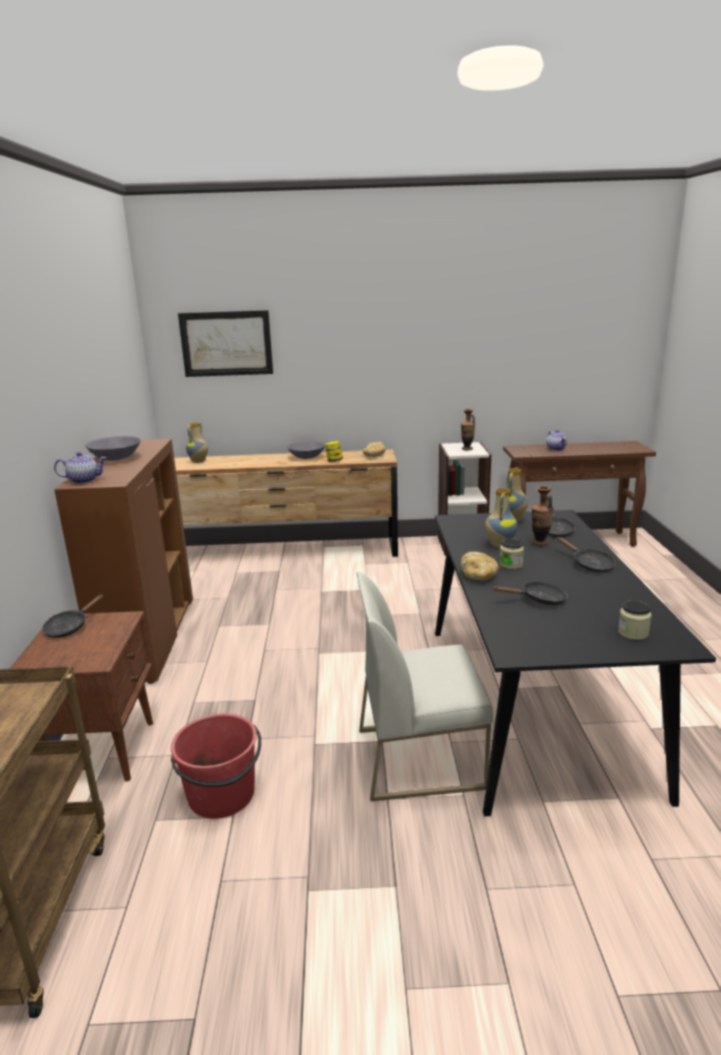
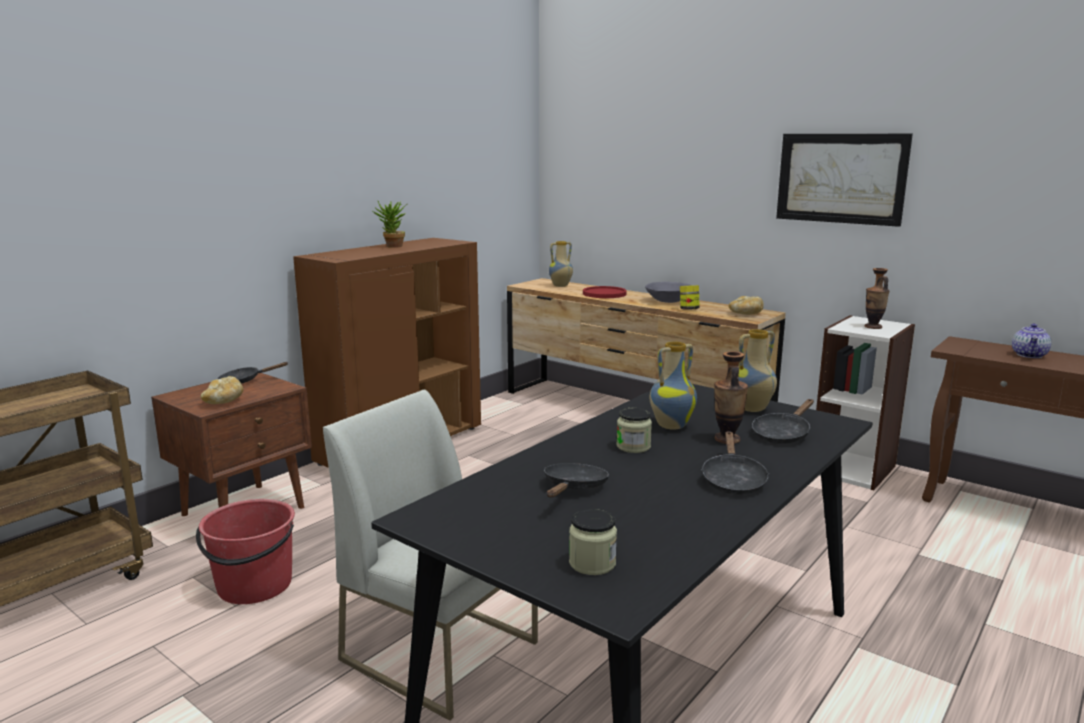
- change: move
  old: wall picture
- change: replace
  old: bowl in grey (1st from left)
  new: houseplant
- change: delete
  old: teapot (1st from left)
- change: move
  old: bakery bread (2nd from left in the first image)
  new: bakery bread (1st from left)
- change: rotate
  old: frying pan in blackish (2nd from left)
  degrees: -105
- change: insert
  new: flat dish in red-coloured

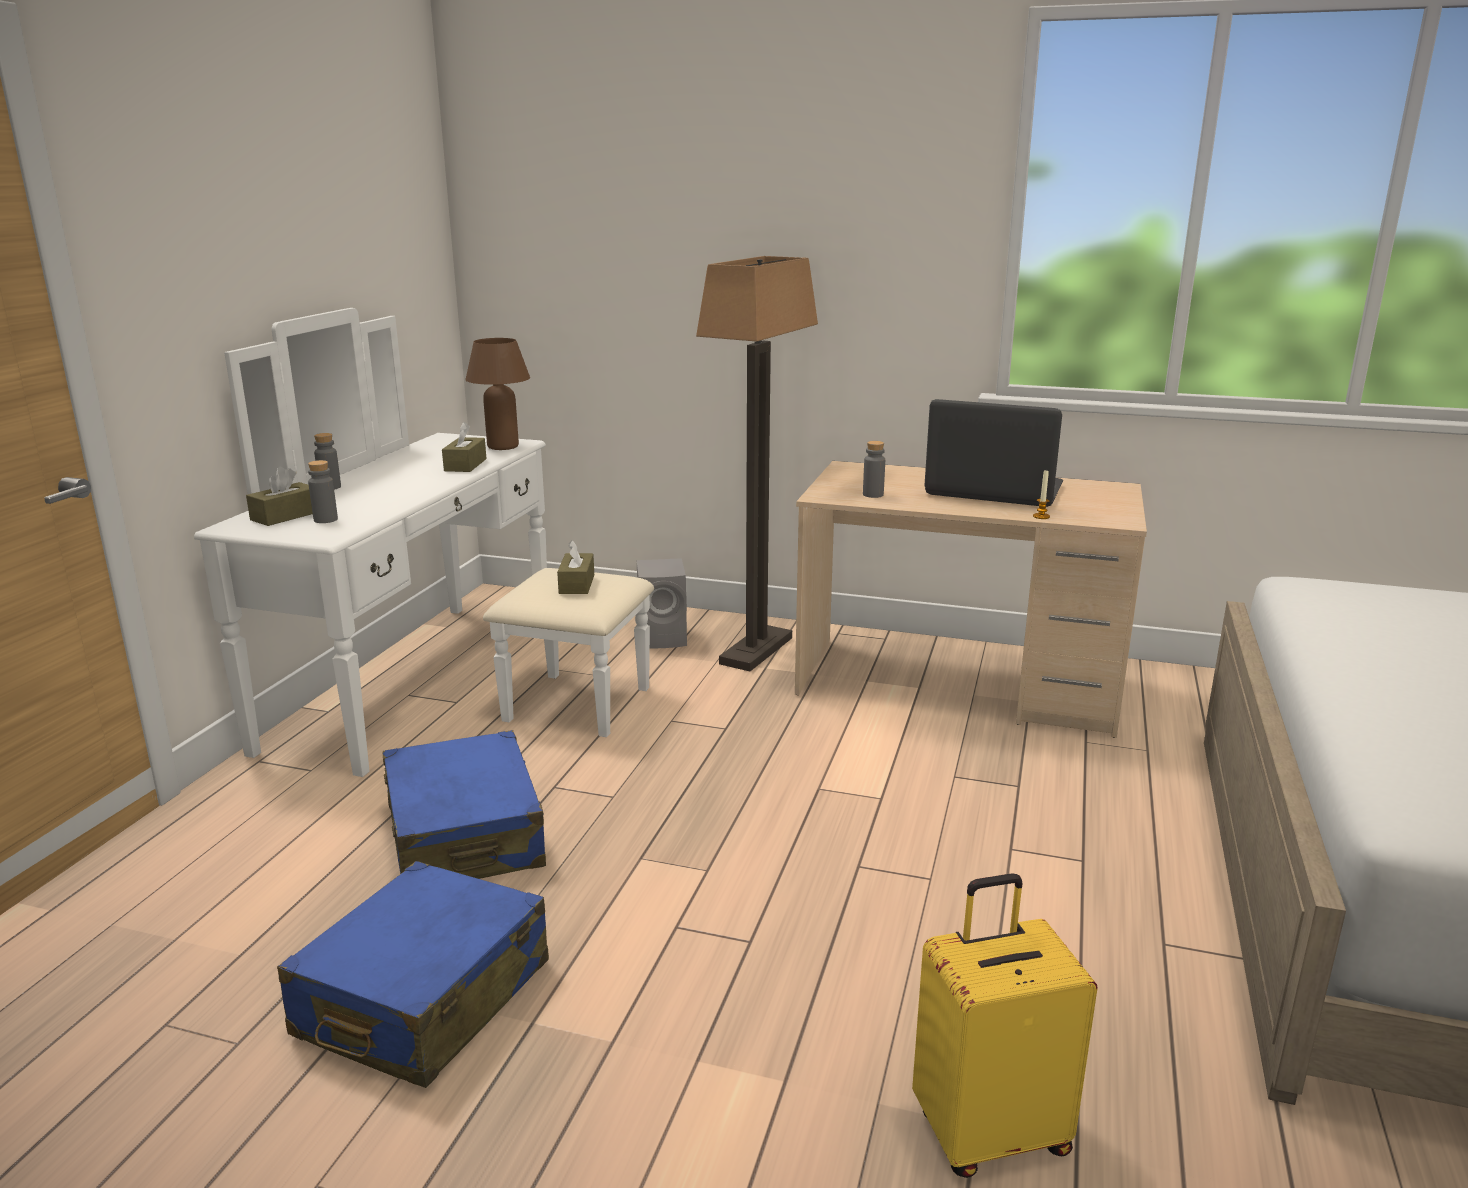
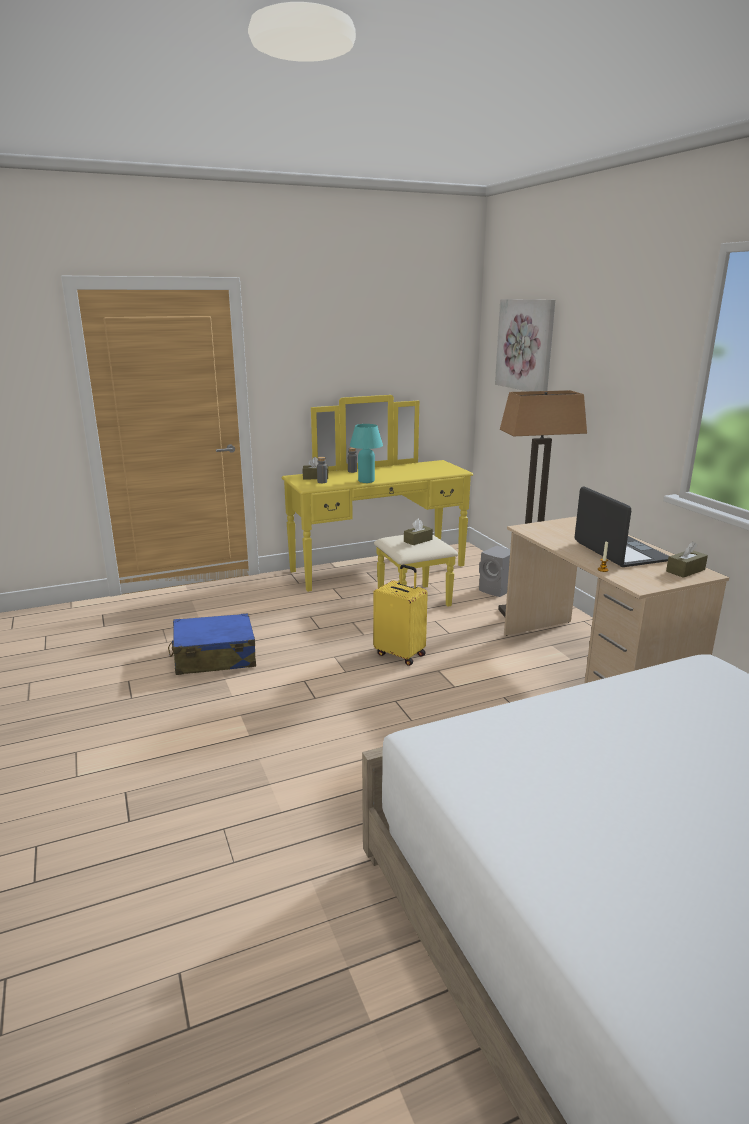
- change: recolor
  old: dresser in white
  new: dresser in yellow-coloured
- change: delete
  old: tabletop lamp in brown
- change: move
  old: tissue box in brown (2nd from left in the first image)
  new: tissue box in brown (3rd from left)
- change: delete
  old: bottle in grey (3rd from left)
- change: delete
  old: piece of luggage in bluish (2nd from left)
- change: move
  old: piece of luggage in yellow-coloured
- change: insert
  new: wall picture
- change: insert
  new: tabletop lamp in turquoise

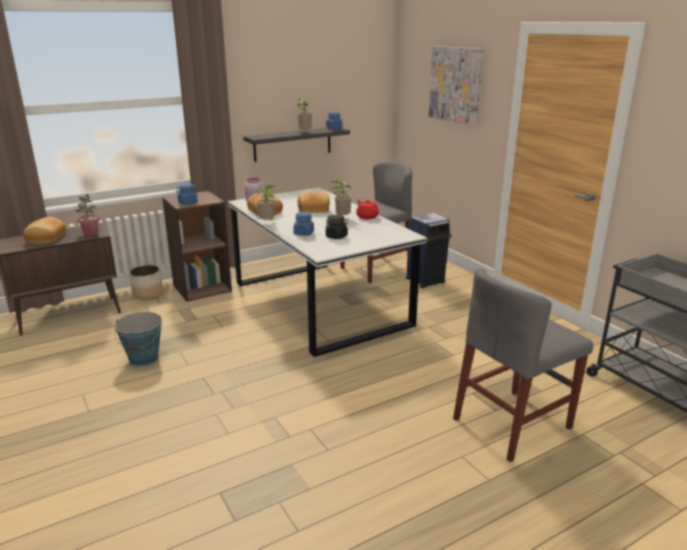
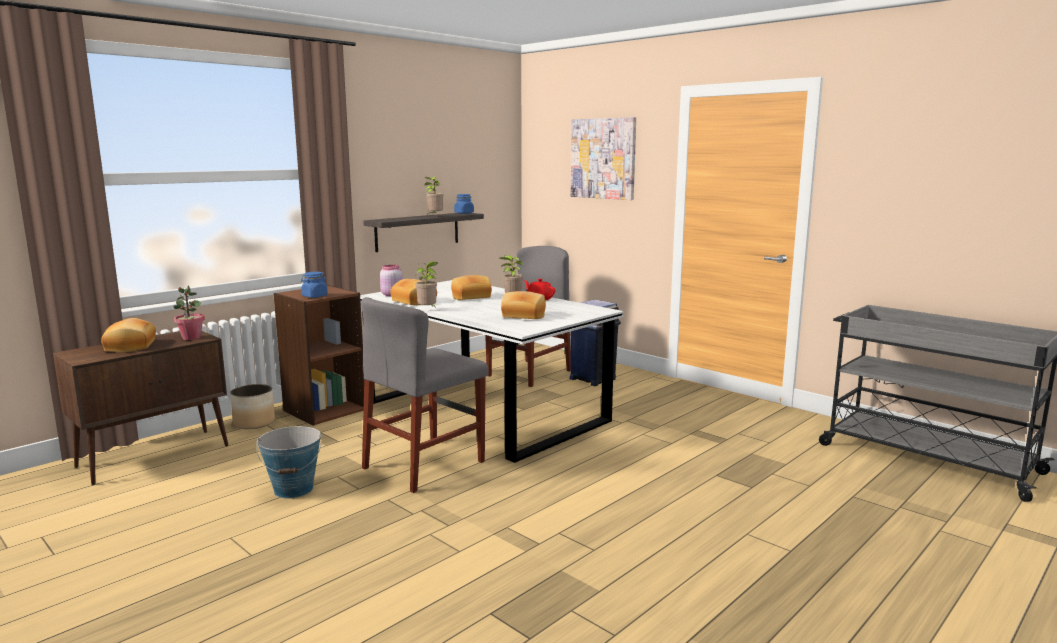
- change: delete
  old: storage jar in bluish (2nd from left)
- change: replace
  old: storage jar in blackish
  new: bakery bread (4th from left)
- change: move
  old: upright chair in grey (2nd from left in the first image)
  new: upright chair in grey (1st from left)

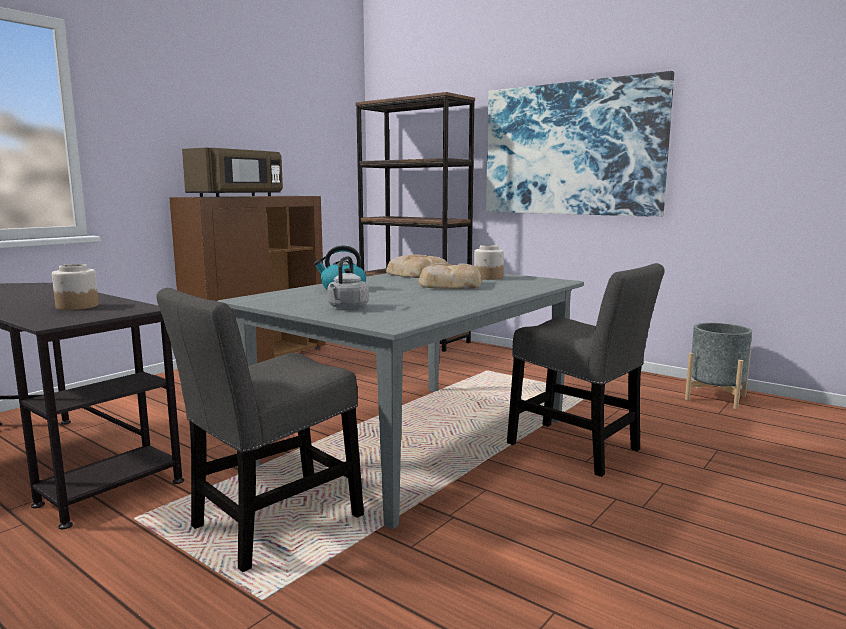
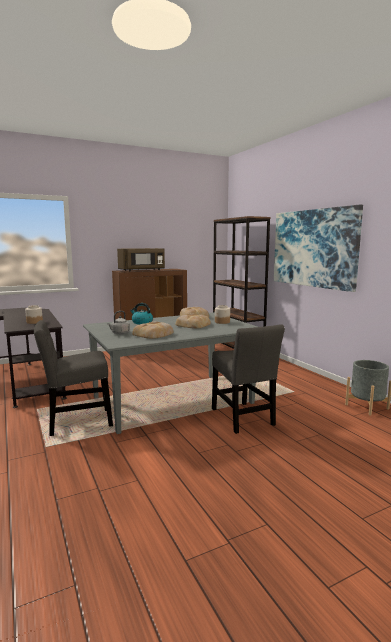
- change: insert
  new: bakery bread (1st from left)

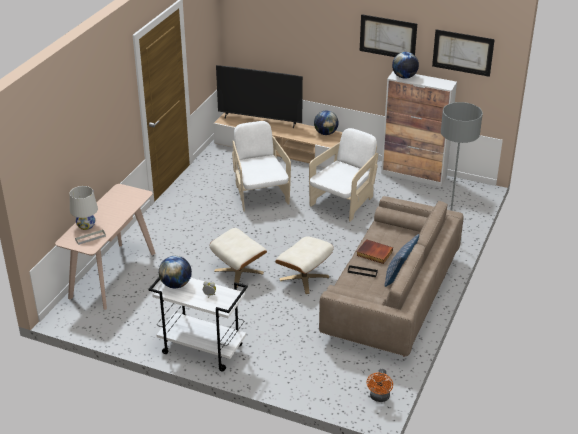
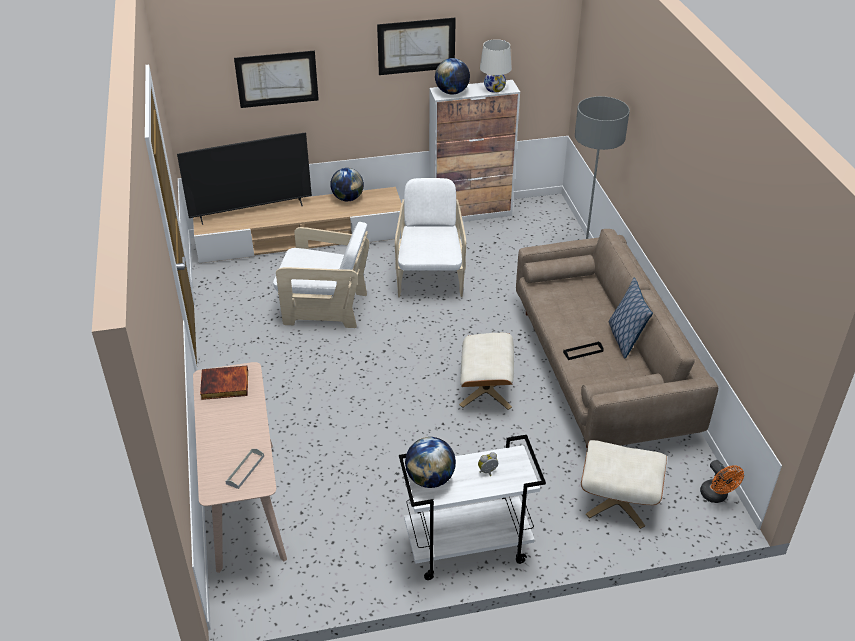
- change: move
  old: wall picture (2nd from left in the first image)
  new: wall picture (1st from left)
- change: rotate
  old: lounge chair in white (1st from left)
  degrees: 150
- change: move
  old: tabletop lamp in white
- change: move
  old: ottoman in sand-coloured (1st from left in the first image)
  new: ottoman in sand-coloured (2nd from left)
- change: move
  old: volume

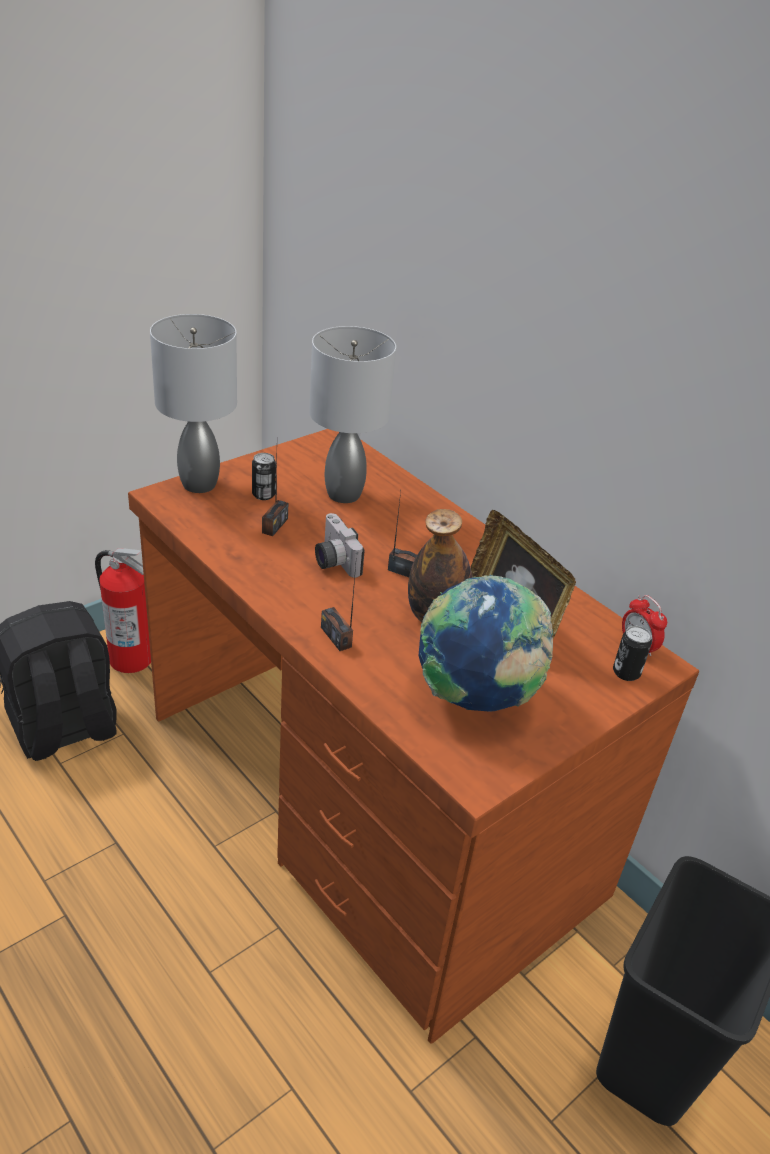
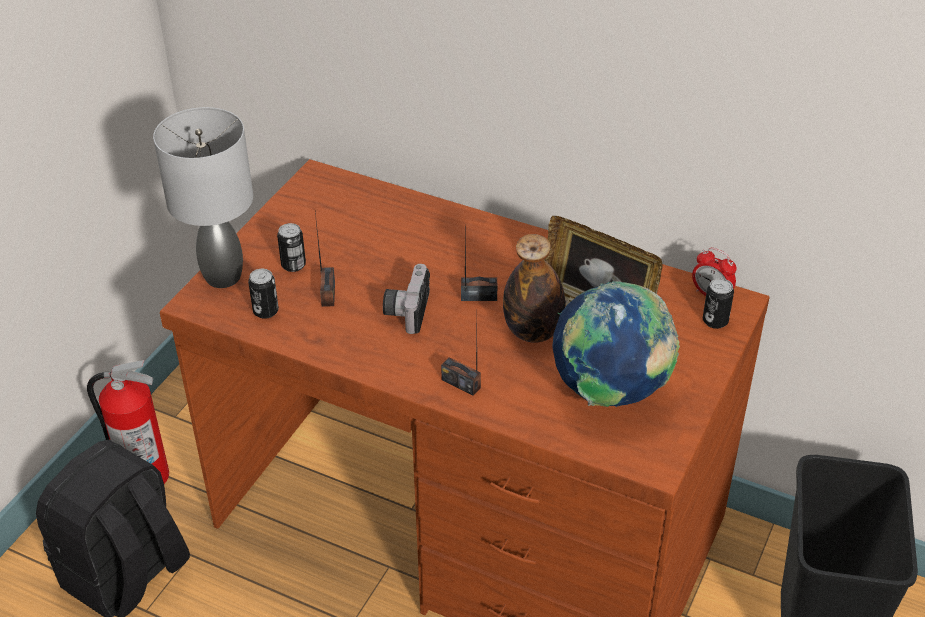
- change: delete
  old: tabletop lamp in grey (2nd from left)
- change: rotate
  old: still camera
  degrees: 60
- change: insert
  new: sealed can (1st from left)

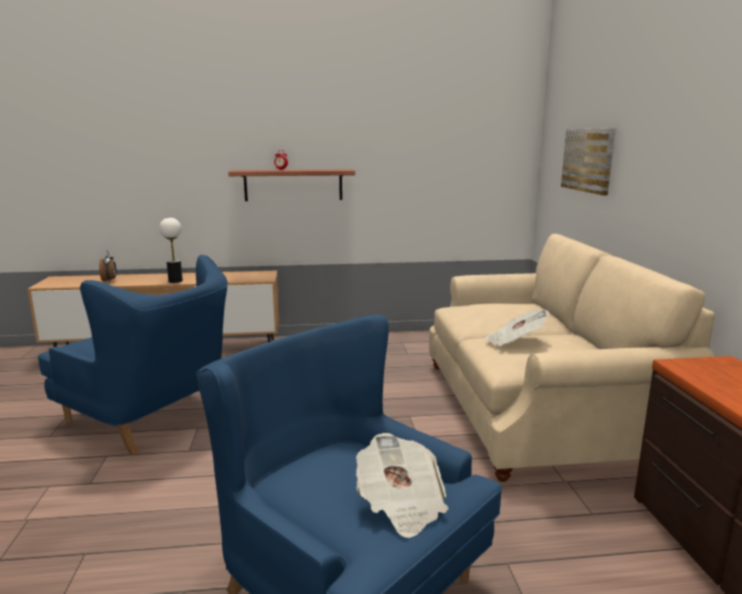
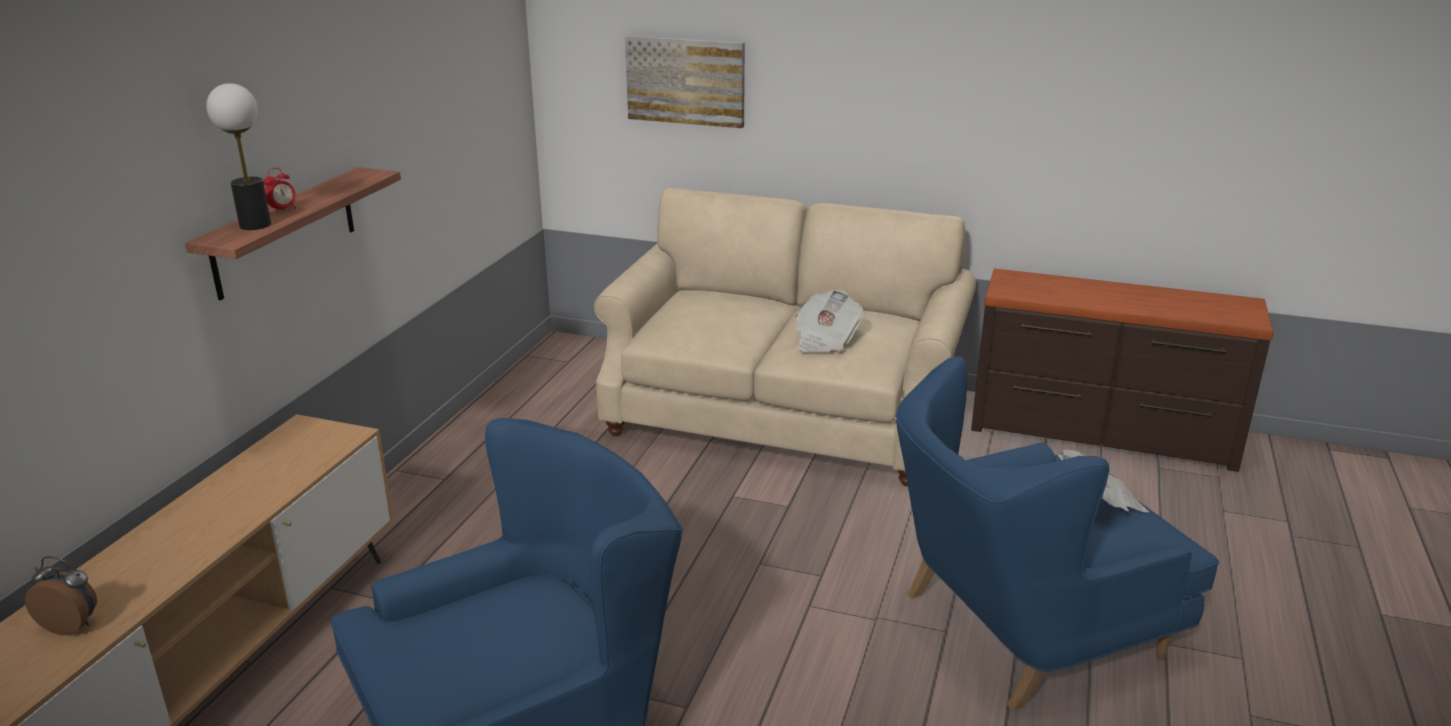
- change: move
  old: tabletop lamp

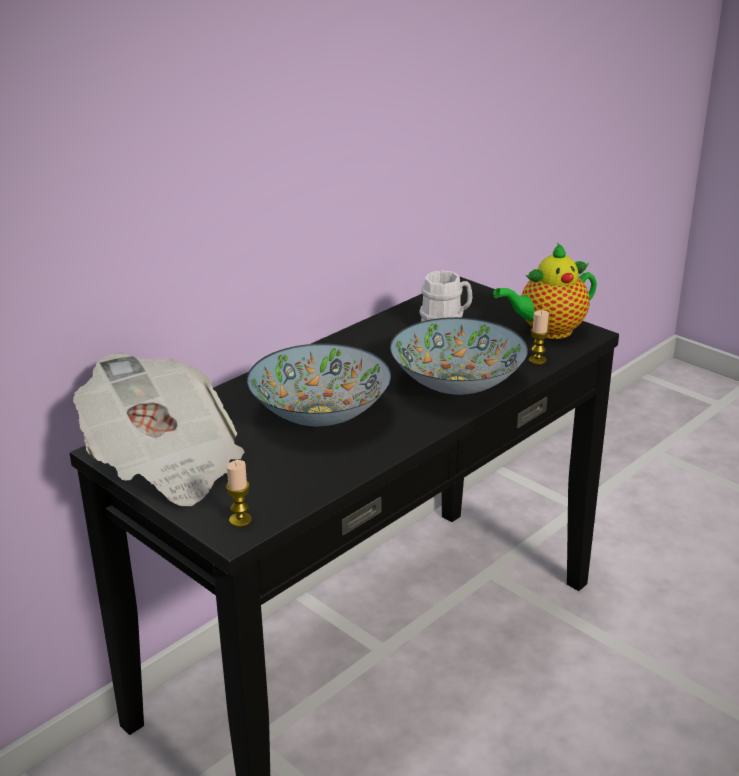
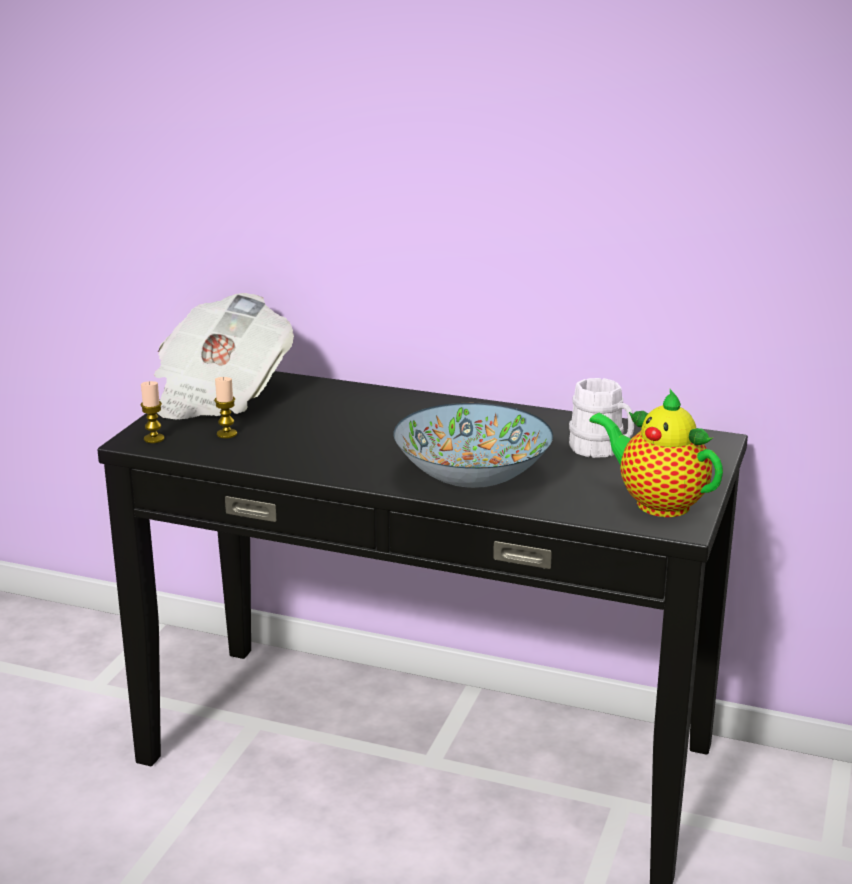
- change: move
  old: candle (2nd from left)
- change: delete
  old: bowl (1st from left)

